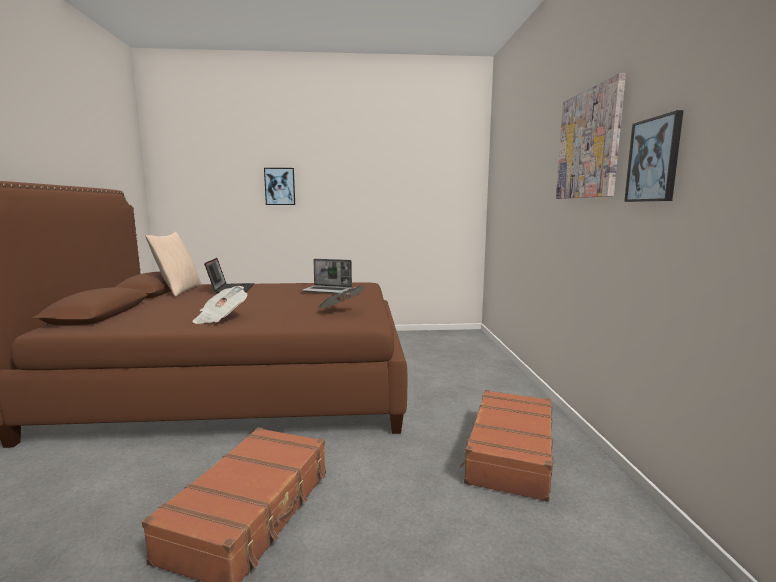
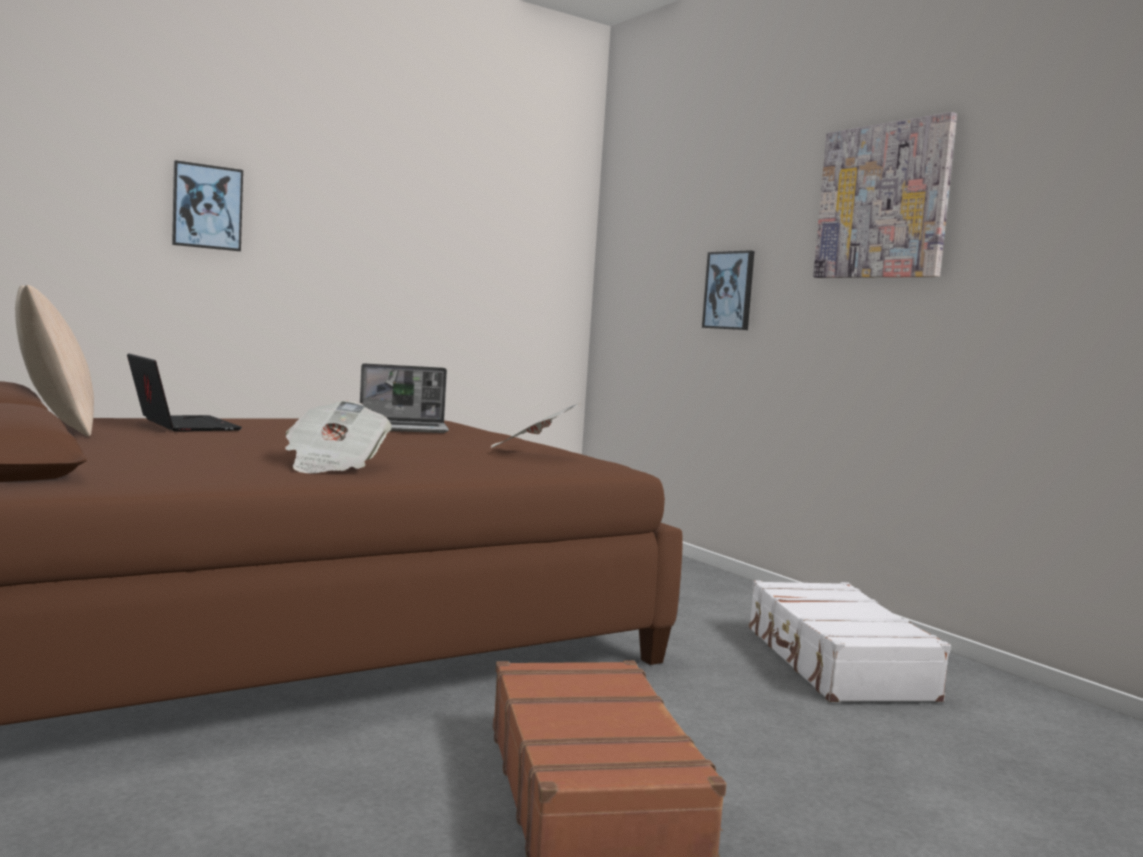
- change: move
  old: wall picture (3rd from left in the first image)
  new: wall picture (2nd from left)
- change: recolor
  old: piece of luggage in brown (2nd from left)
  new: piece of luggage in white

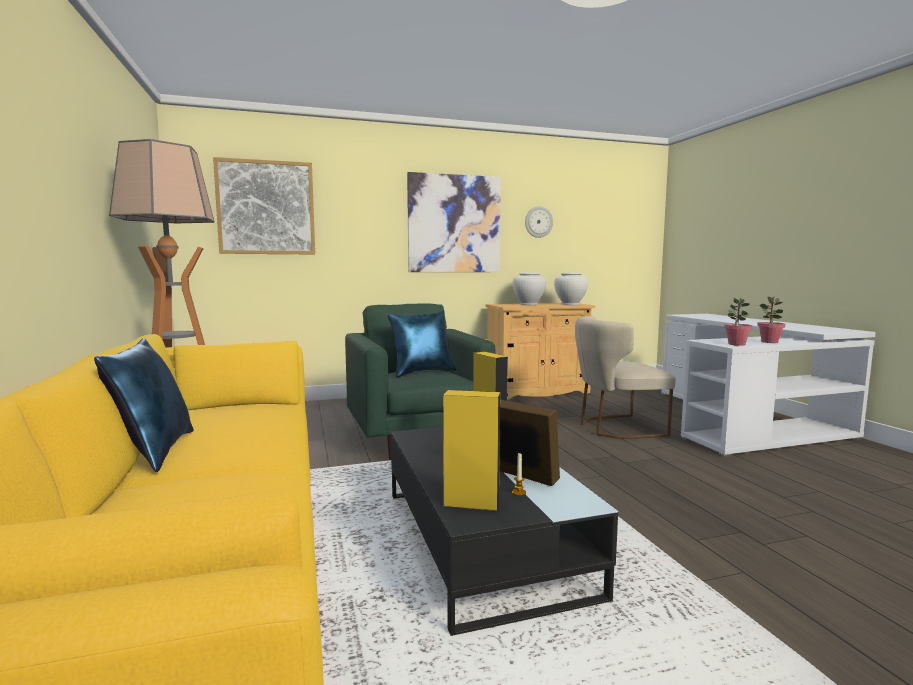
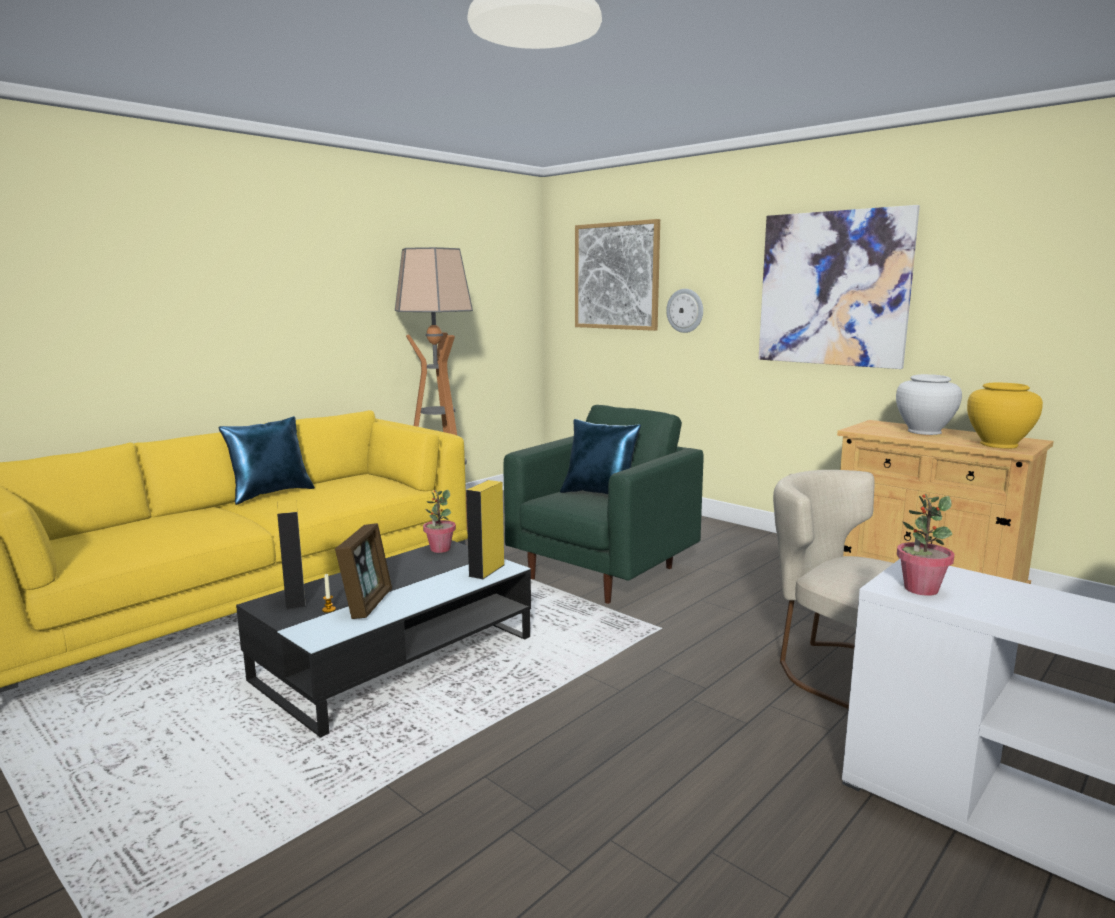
- change: move
  old: clock on the wall
- change: recolor
  old: flower vase in white (2nd from left)
  new: flower vase in yellow-coloured
- change: move
  old: houseplant (2nd from left in the first image)
  new: houseplant (1st from left)

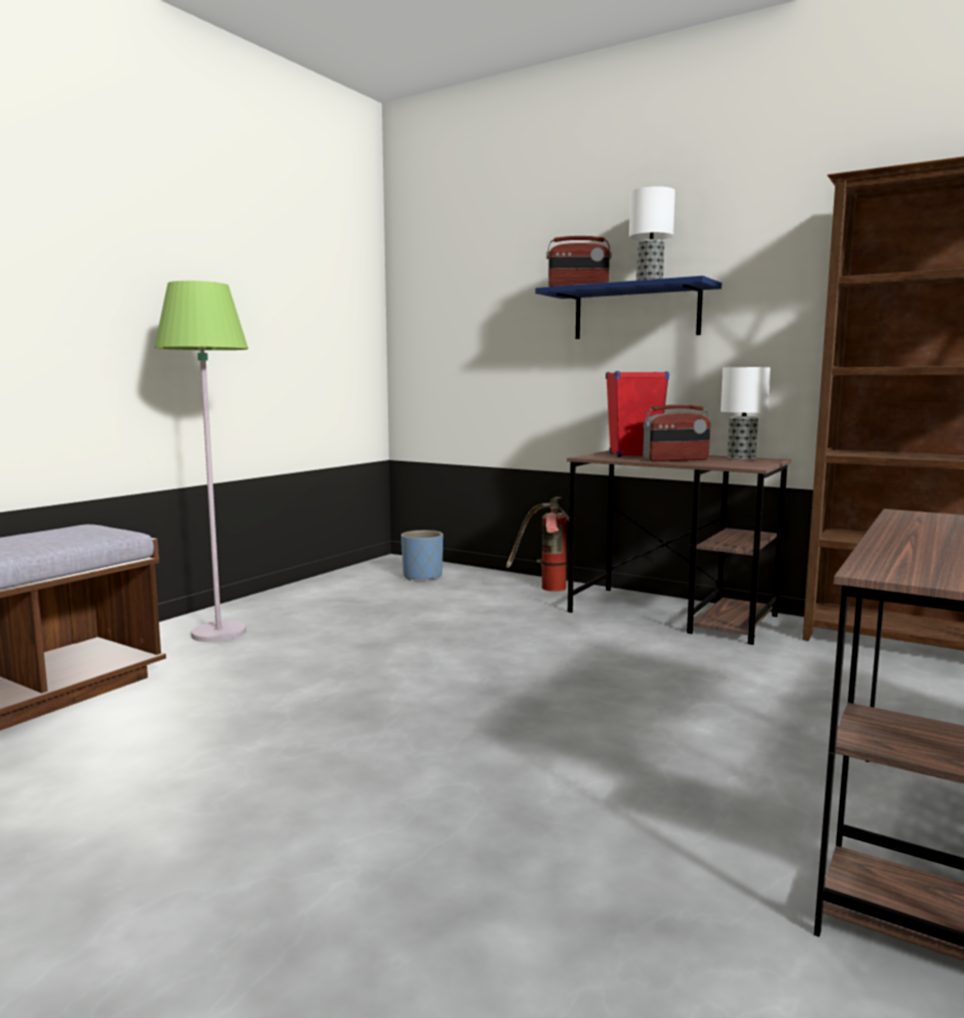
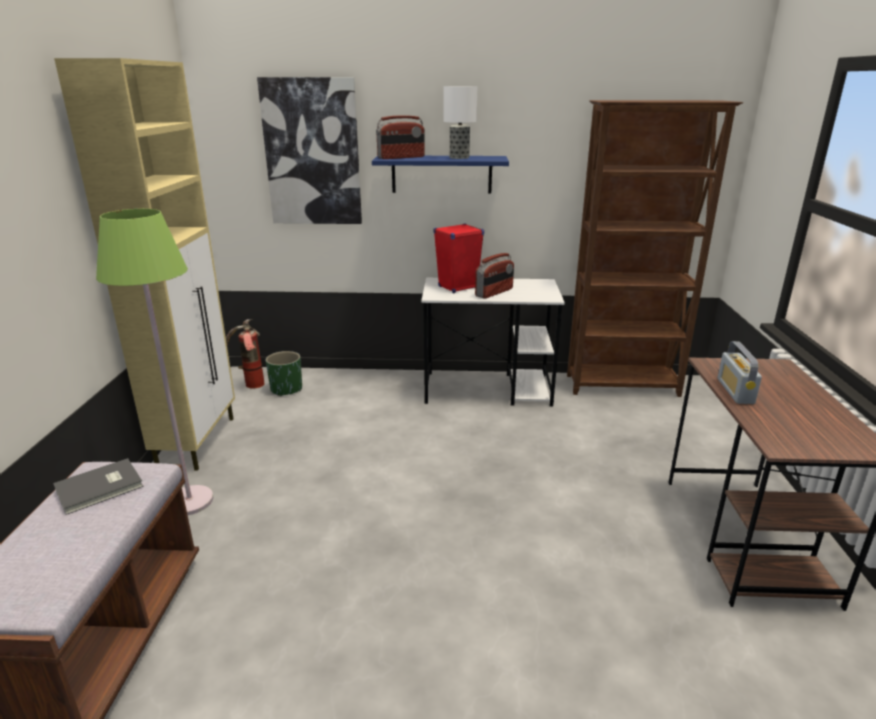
- change: delete
  old: tabletop lamp (2nd from left)
- change: recolor
  old: desk table in brown (1st from left)
  new: desk table in white
- change: move
  old: fire extinguisher
- change: recolor
  old: plant pot in bluish
  new: plant pot in greenish
- change: insert
  new: cabinet in sand-coloured
- change: insert
  new: wall picture
- change: insert
  new: radio (3rd from left)
- change: insert
  new: volume in grey

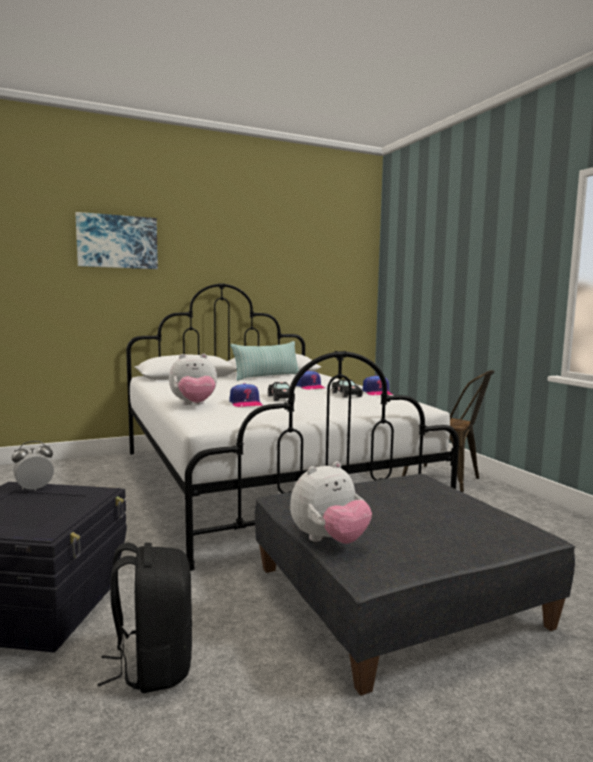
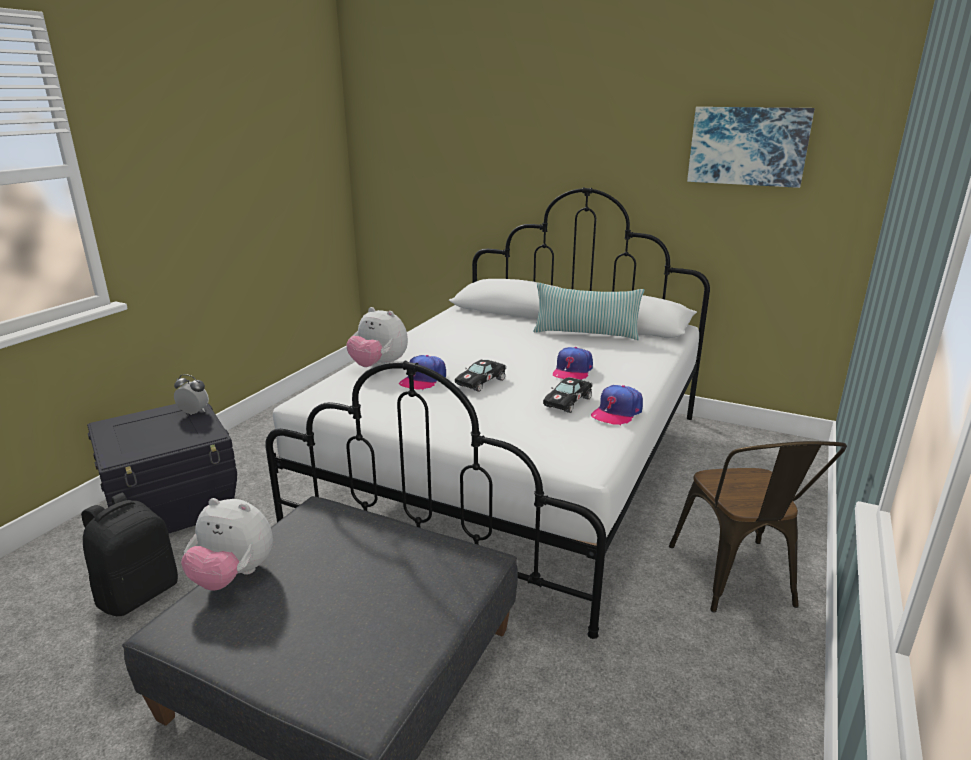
- change: move
  old: wall picture

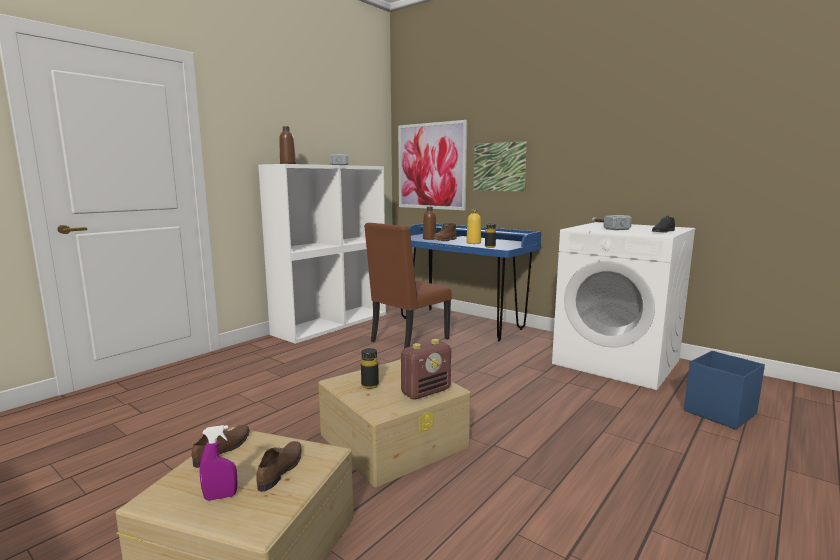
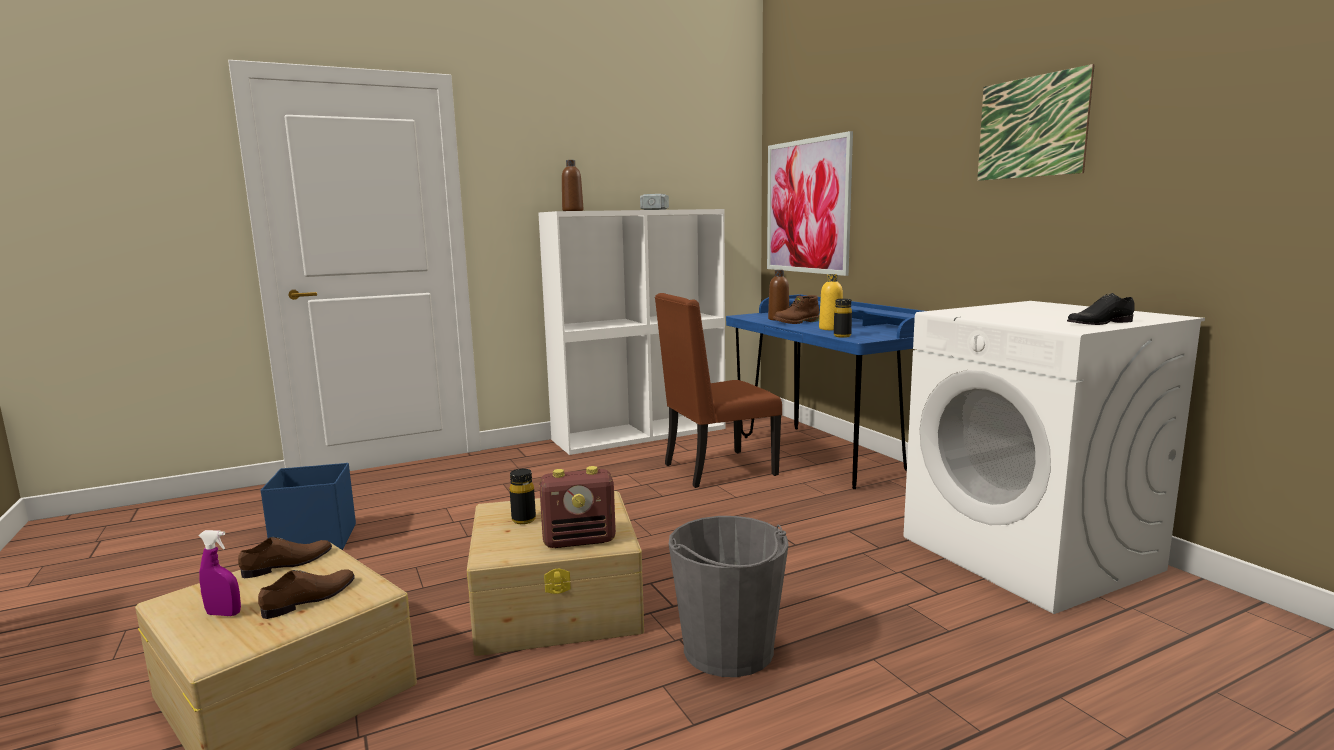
- change: move
  old: wall picture (2nd from left)
- change: delete
  old: tool hammer (2nd from left)
- change: move
  old: storage container in bluish
- change: insert
  new: water bucket in grey

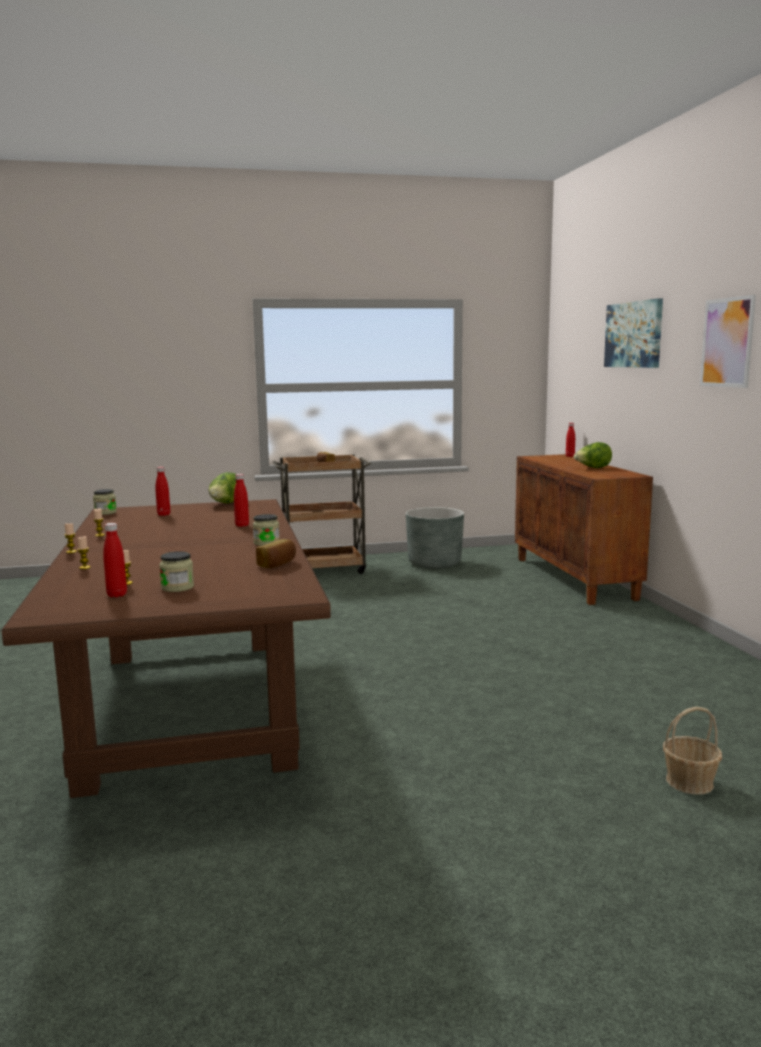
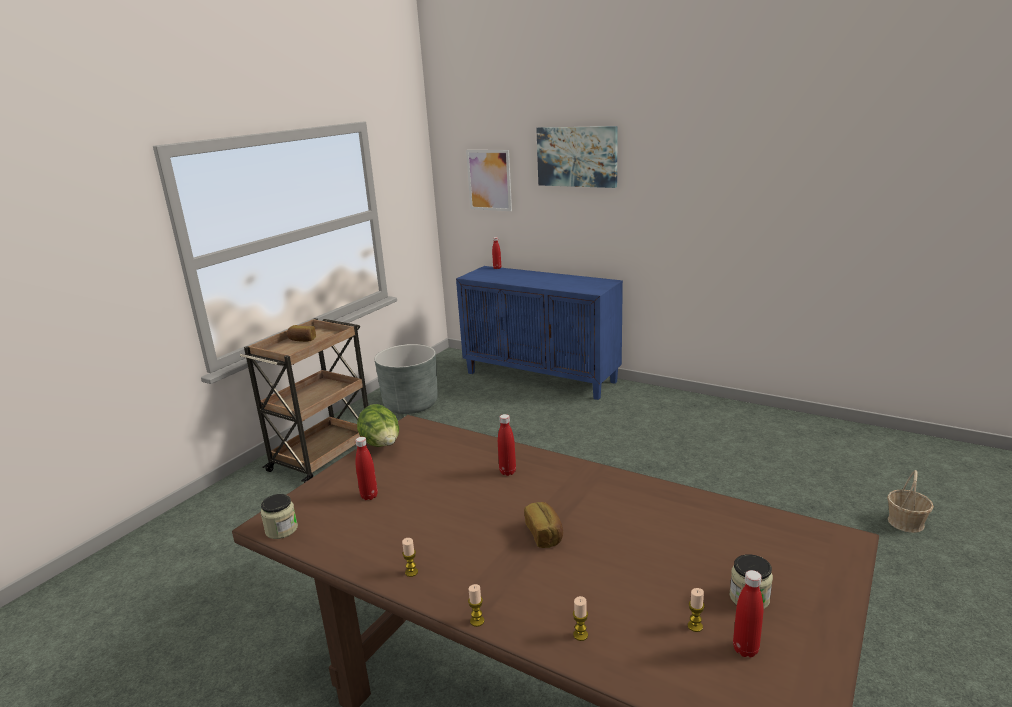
- change: move
  old: wall picture (2nd from left in the first image)
  new: wall picture (1st from left)
- change: delete
  old: lettuce (2nd from left)
- change: recolor
  old: cabinet in brown
  new: cabinet in bluish
- change: delete
  old: storage jar (3rd from left)
- change: move
  old: bakery bread (1st from left in the first image)
  new: bakery bread (2nd from left)

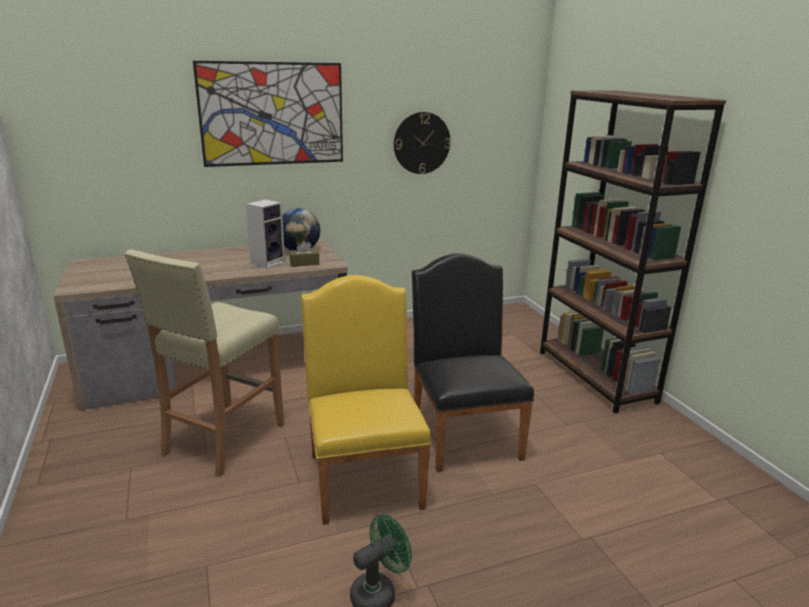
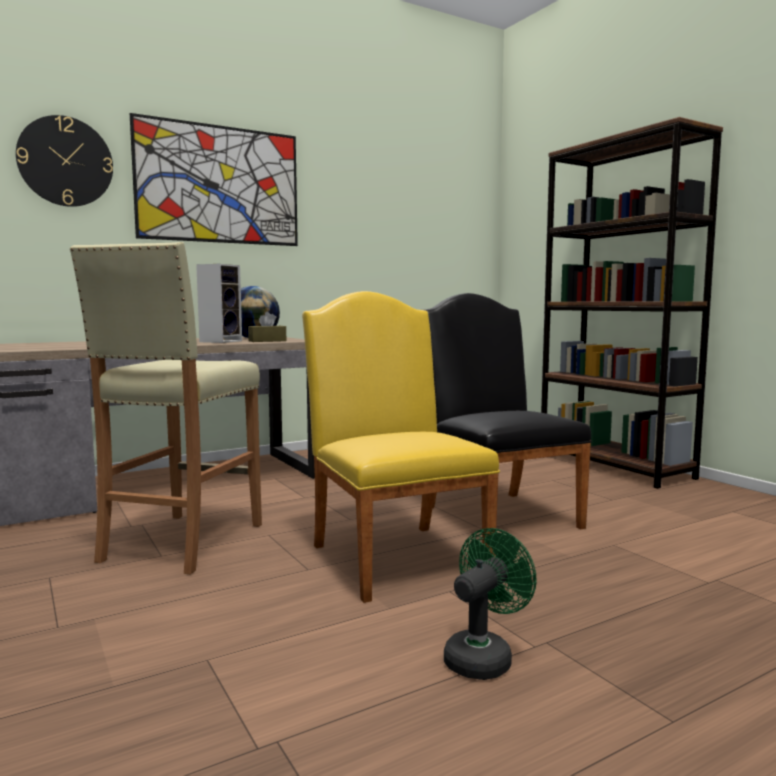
- change: move
  old: clock on the wall

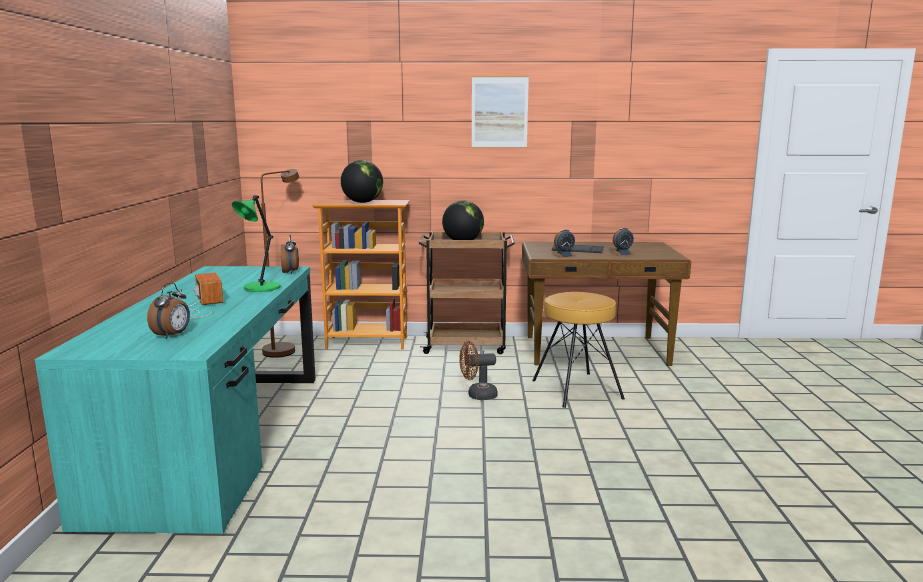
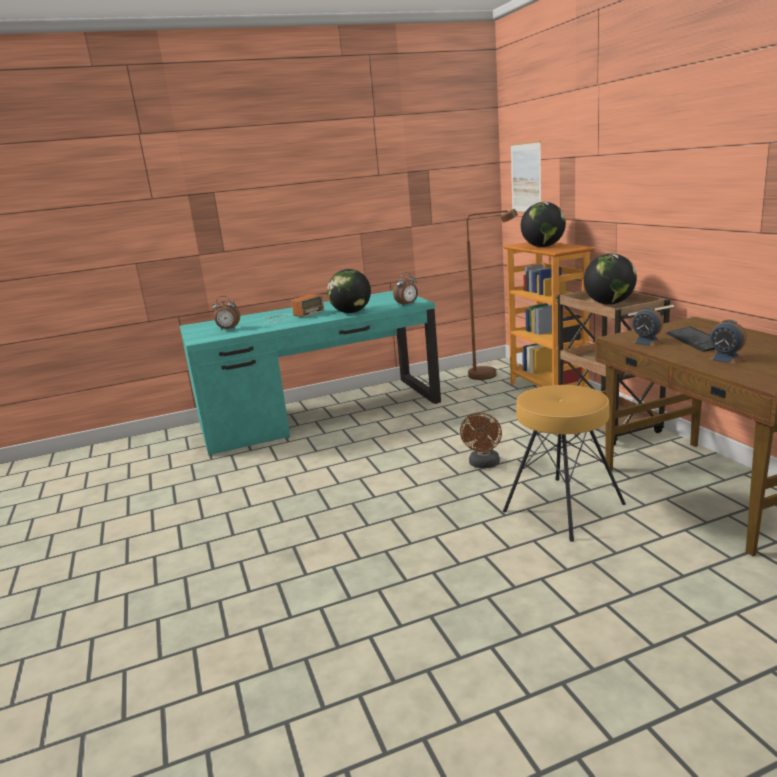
- change: move
  old: wall picture
- change: replace
  old: tabletop lamp in greenish
  new: globe (1st from left)
- change: rotate
  old: electric fan in brown
  degrees: -135

